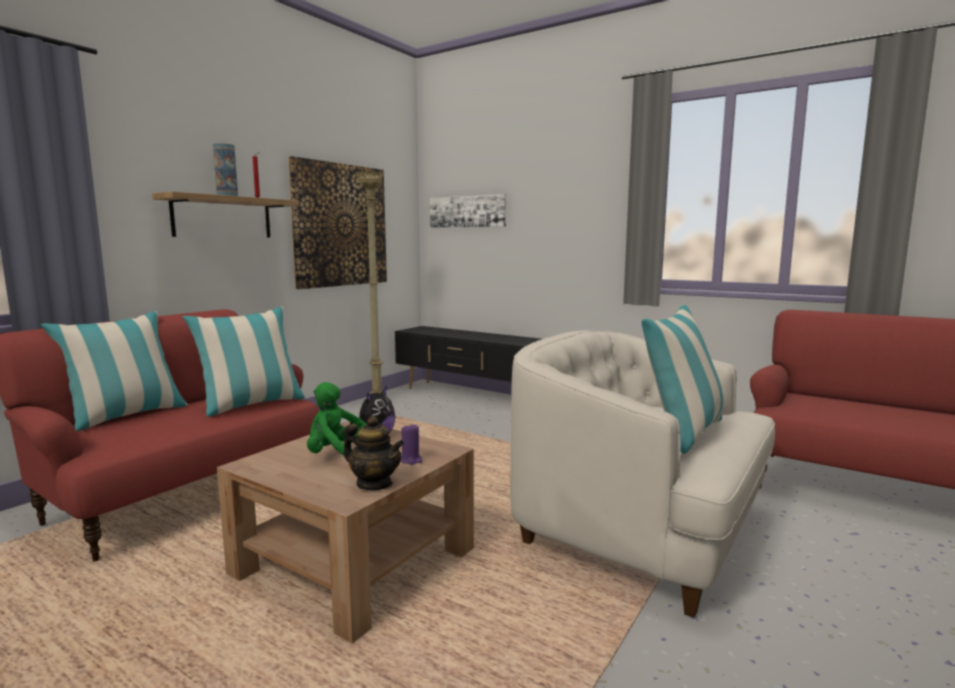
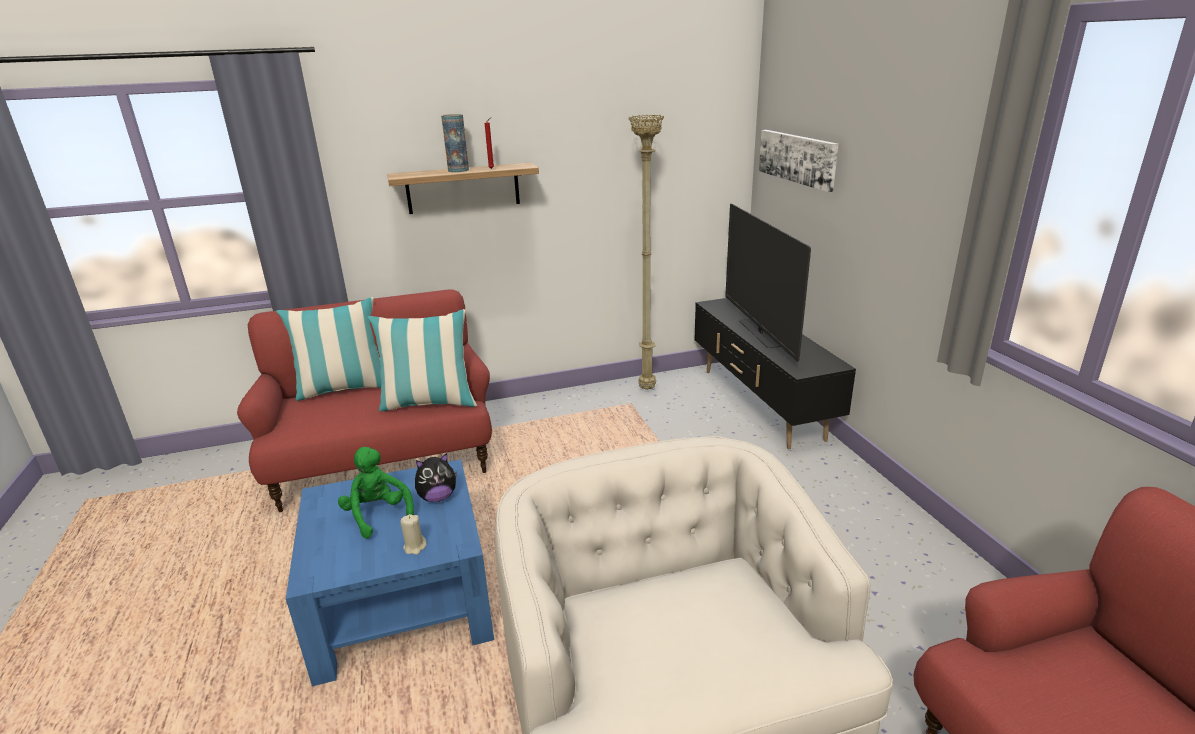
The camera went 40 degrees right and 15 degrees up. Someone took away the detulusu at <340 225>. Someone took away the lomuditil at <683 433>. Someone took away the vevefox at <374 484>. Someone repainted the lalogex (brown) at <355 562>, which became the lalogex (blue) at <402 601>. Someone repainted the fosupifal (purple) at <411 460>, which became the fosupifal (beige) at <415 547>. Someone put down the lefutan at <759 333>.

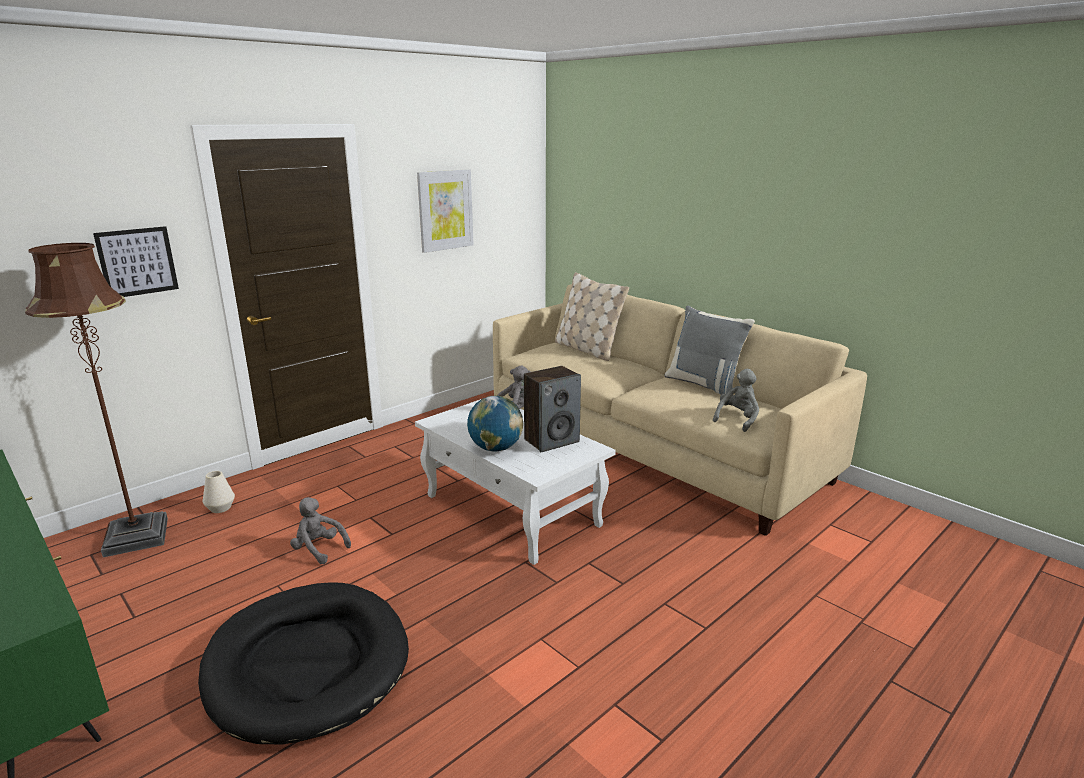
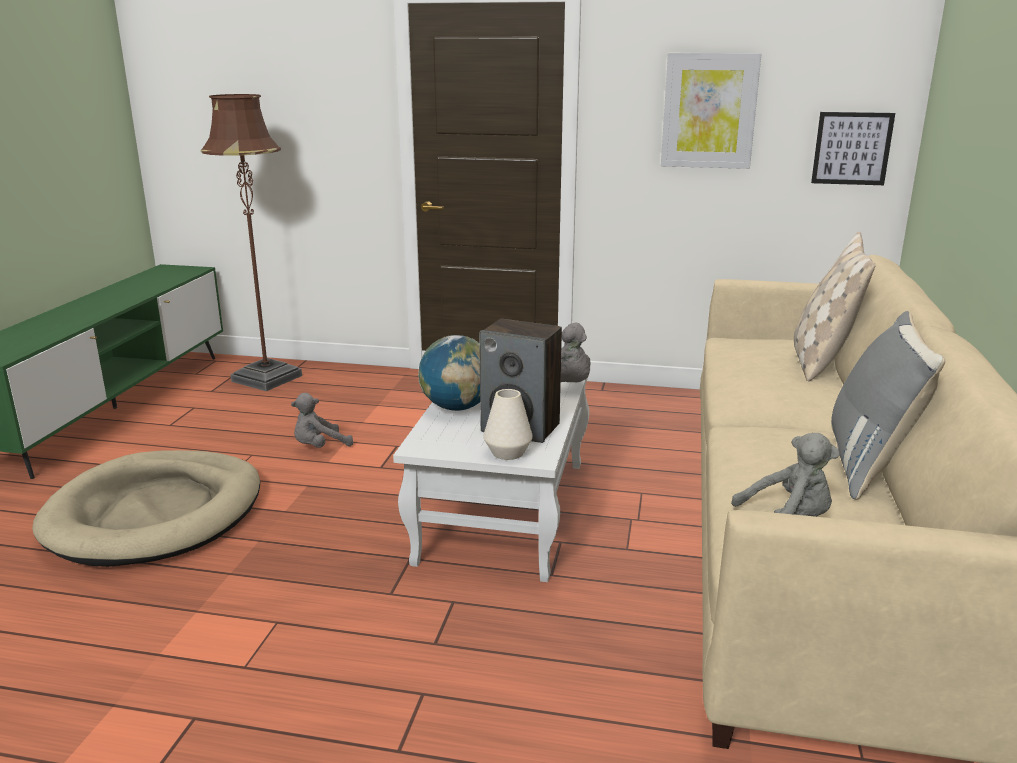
The camera went 55 degrees right and 0 degrees up. Someone carried the detulusu from <137 262> to <852 148>. Someone carried the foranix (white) from <220 508> to <508 453>. Someone rotated the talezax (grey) at <319 549> by 120 degrees counterclockwise. Someone repainted the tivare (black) at <307 664>, which became the tivare (beige) at <156 514>.

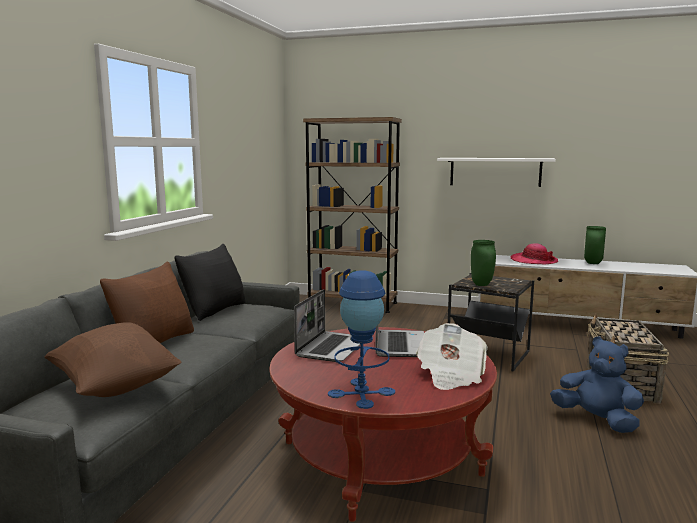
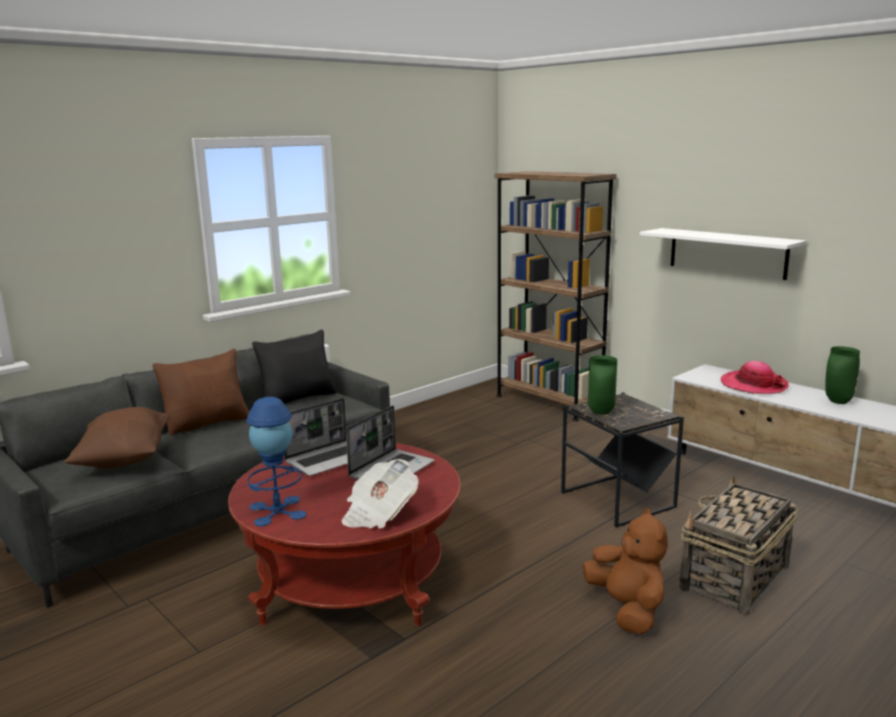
The camera went 30 degrees right and 5 degrees up. Someone repainted the talezax (blue) at <596 420>, which became the talezax (brown) at <627 610>.

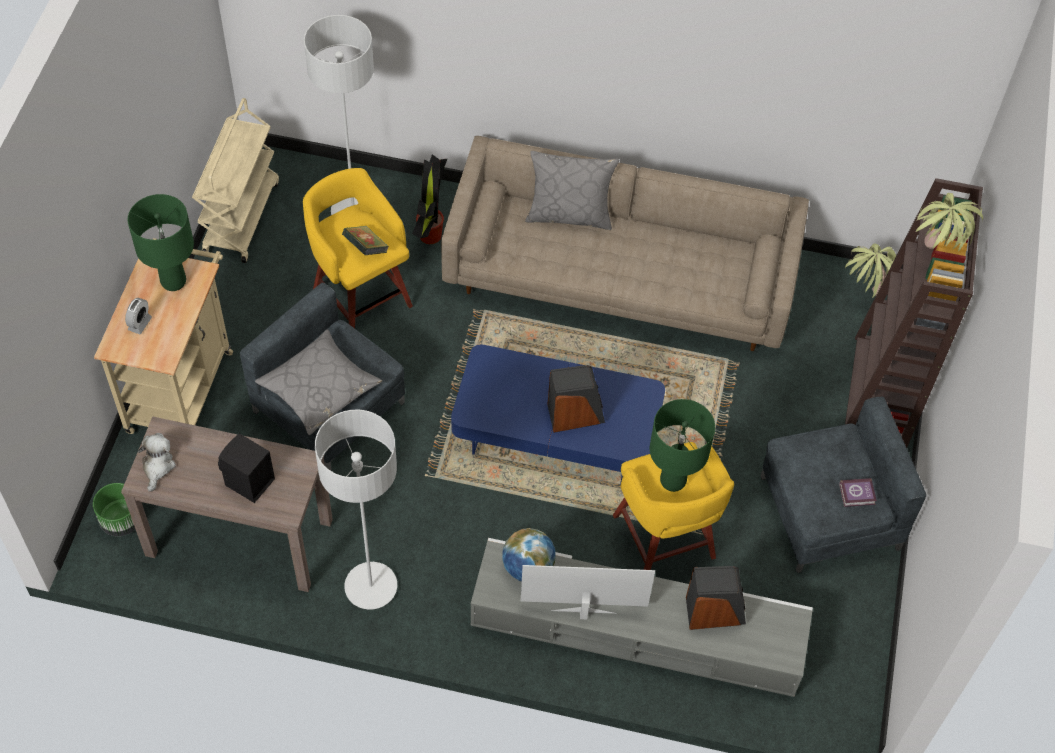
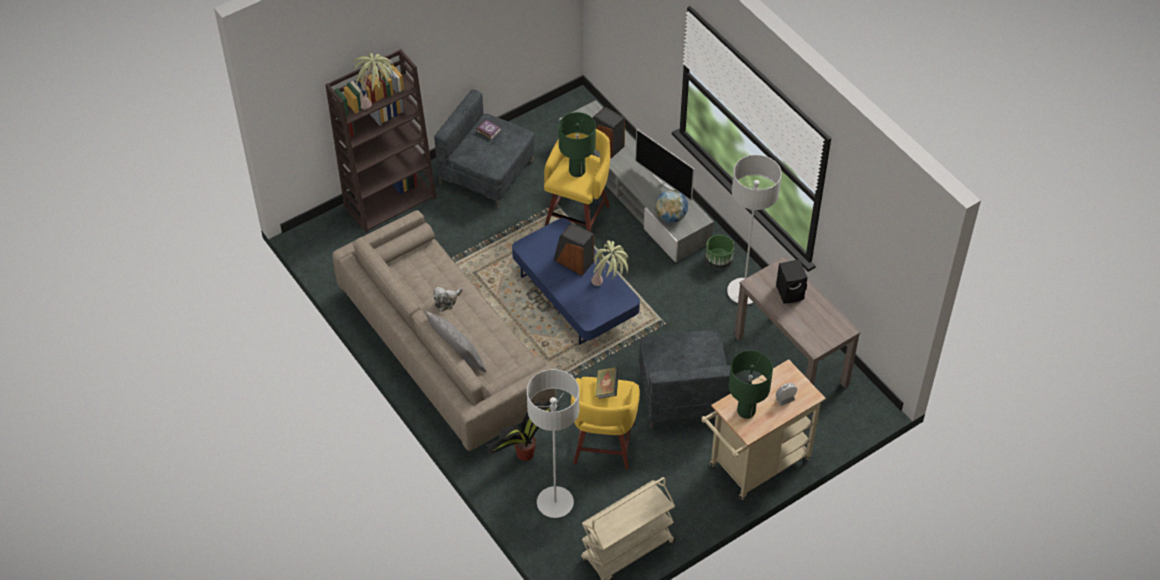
The camera went 135 degrees left and 5 degrees down. Someone carried the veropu from <863 299> to <610 286>. Someone took away the lomuditil (grey) at <319 388>. Someone carried the talezax from <157 466> to <447 301>. Someone carried the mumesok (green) from <121 520> to <718 261>.

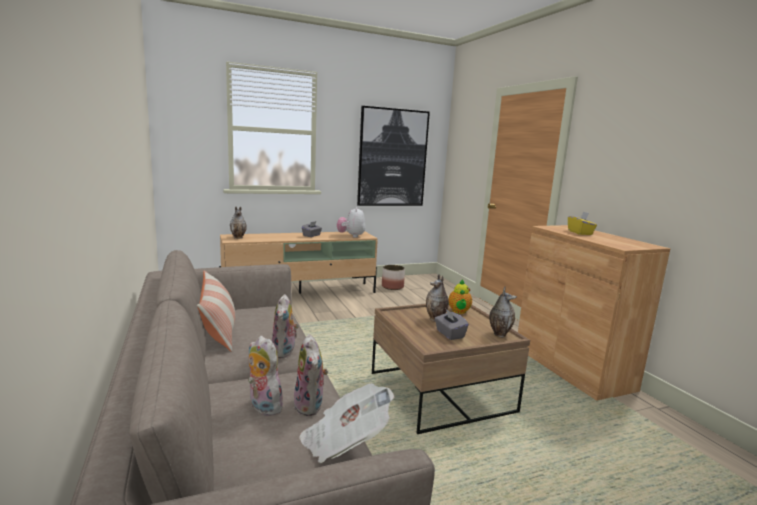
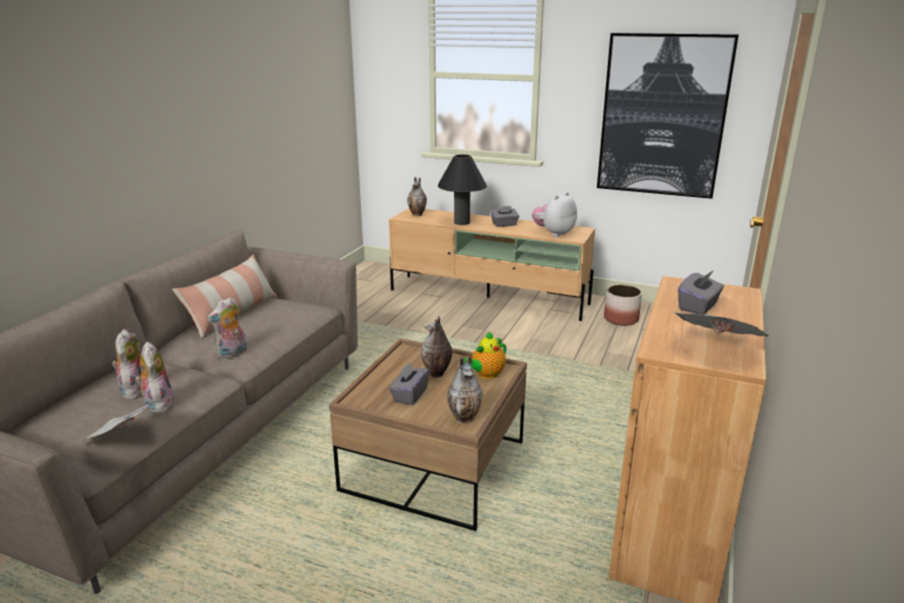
The camera went 45 degrees right and 10 degrees up. Someone repainted the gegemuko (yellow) at <580 233>, which became the gegemuko (grey) at <698 307>. Someone rotated the talezax at <311 406> by 135 degrees clockwise. Someone put down the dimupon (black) at <462 222>. Someone put down the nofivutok at <716 347>.

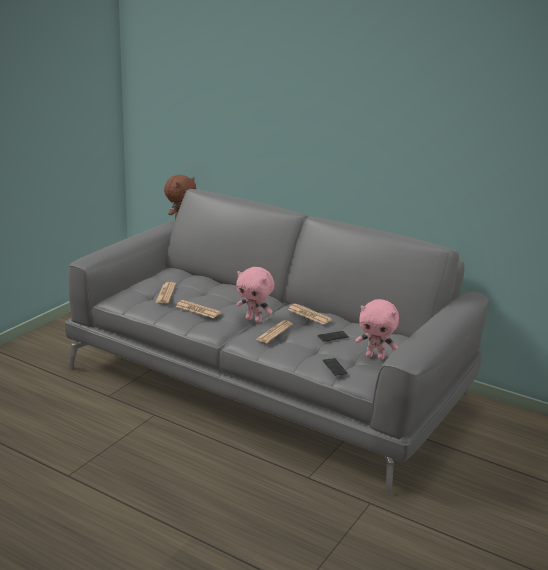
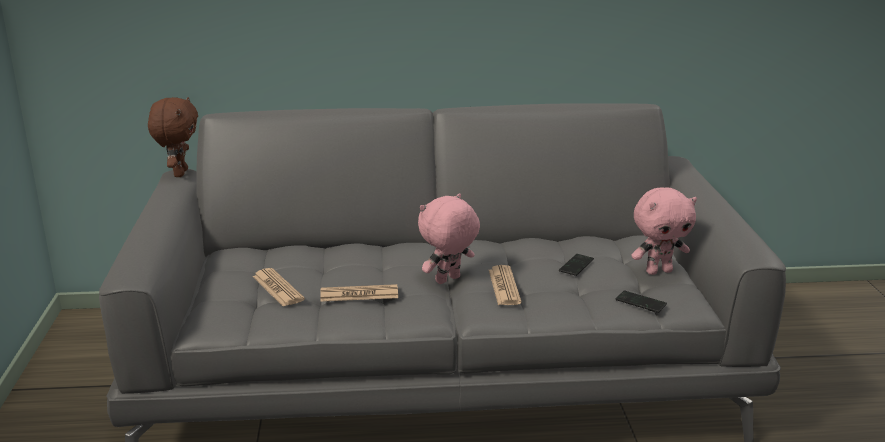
The camera went 35 degrees left and 0 degrees up. Someone rotated the talezax (pink) at <254 320> by 150 degrees clockwise. Someone took away the nofivutok at <309 315>.

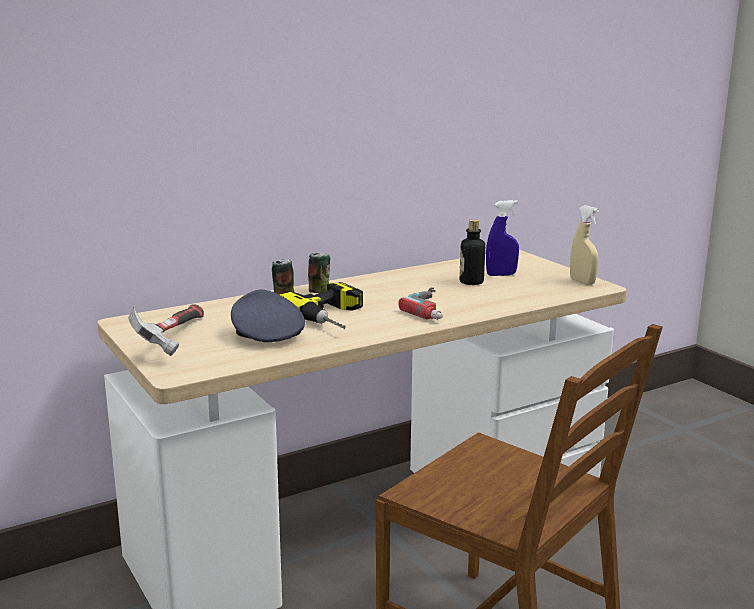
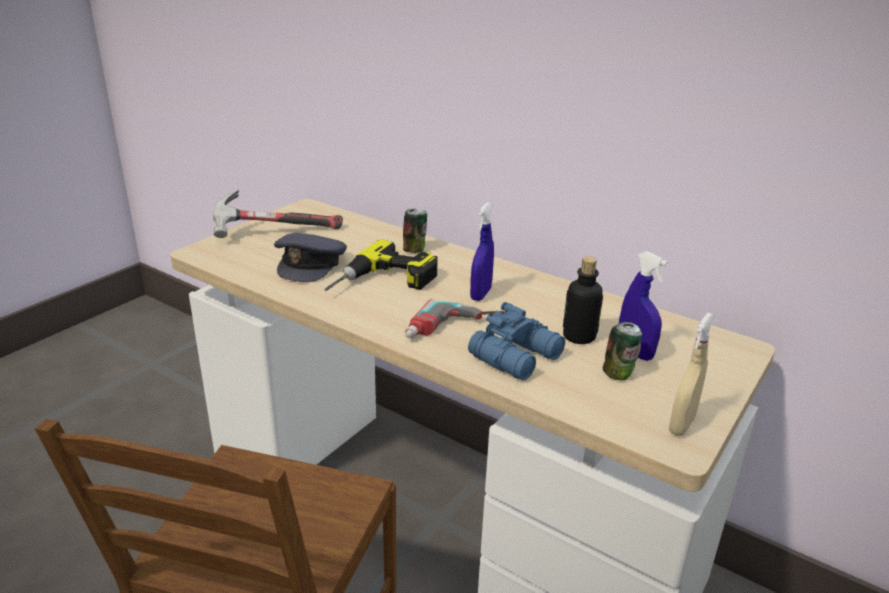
The camera went 65 degrees right and 10 degrees up. Someone carried the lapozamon from <319 291> to <619 374>. Someone rotated the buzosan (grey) at <266 334> by 150 degrees clockwise. Someone put down the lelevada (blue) at <480 294>. Someone put down the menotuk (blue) at <518 357>.

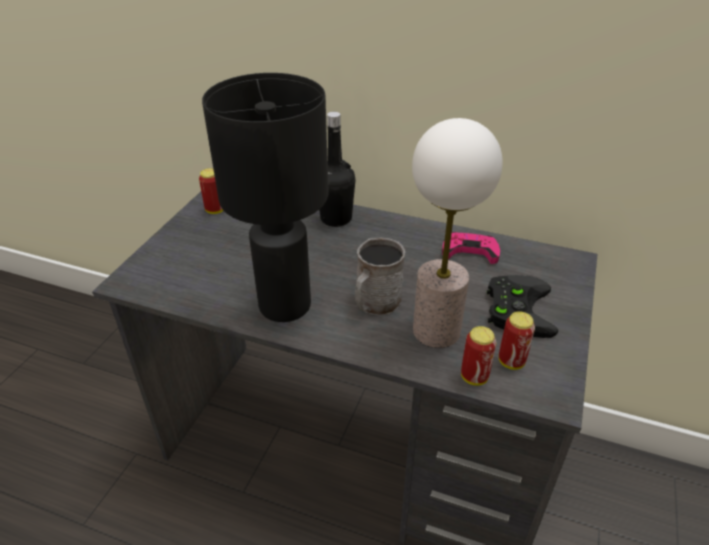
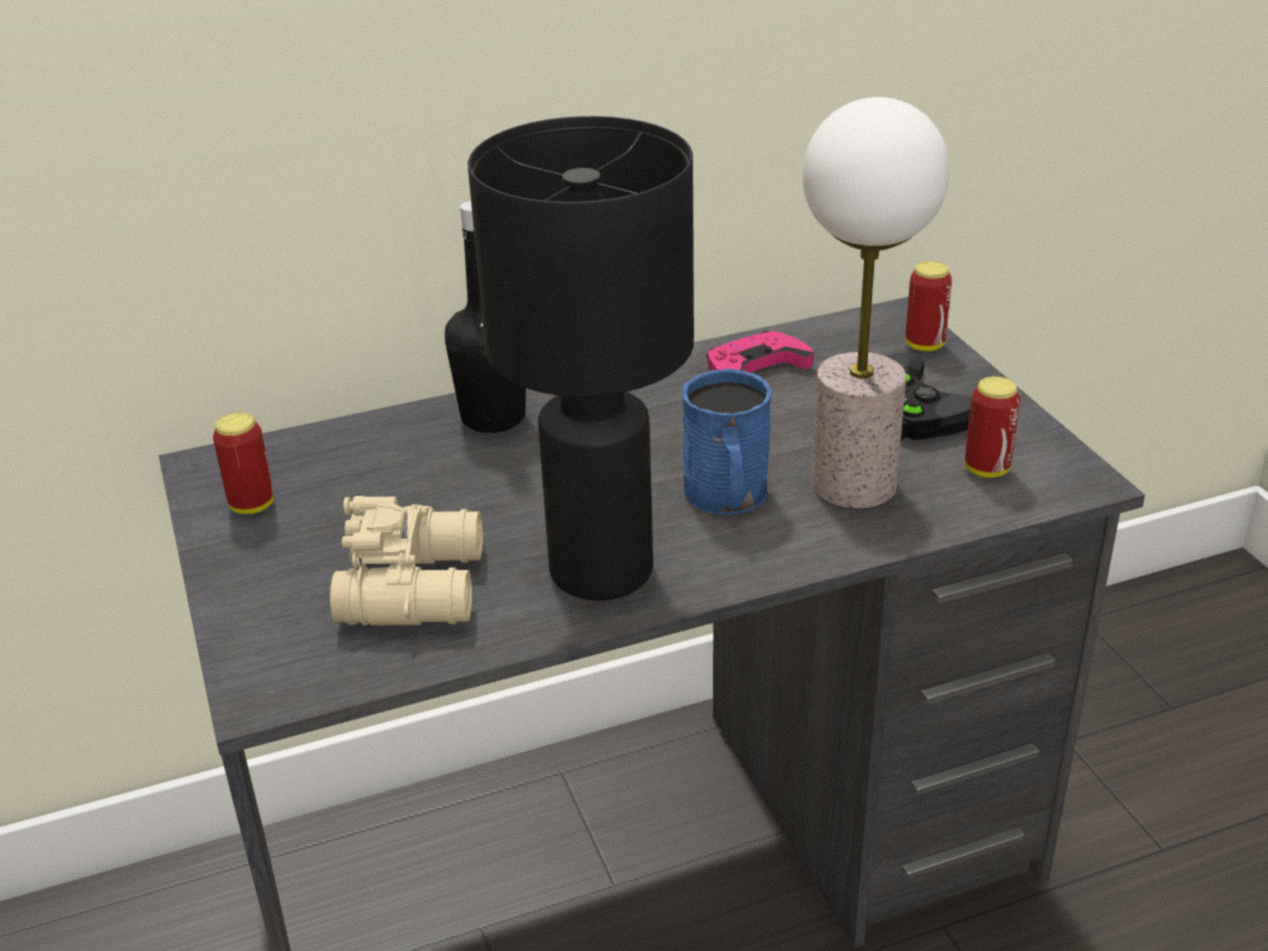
The camera went 40 degrees left and 5 degrees down. Someone repainted the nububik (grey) at <375 304>, which became the nububik (blue) at <727 497>. Someone carried the lapozamon from <474 377> to <924 345>. Someone put down the menotuk (beige) at <417 585>.

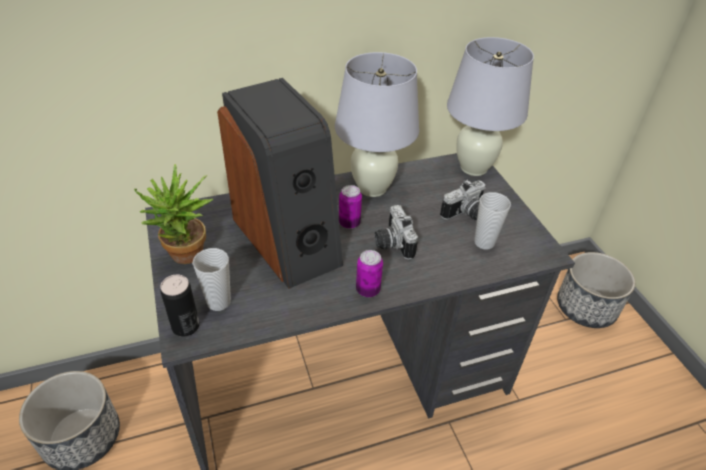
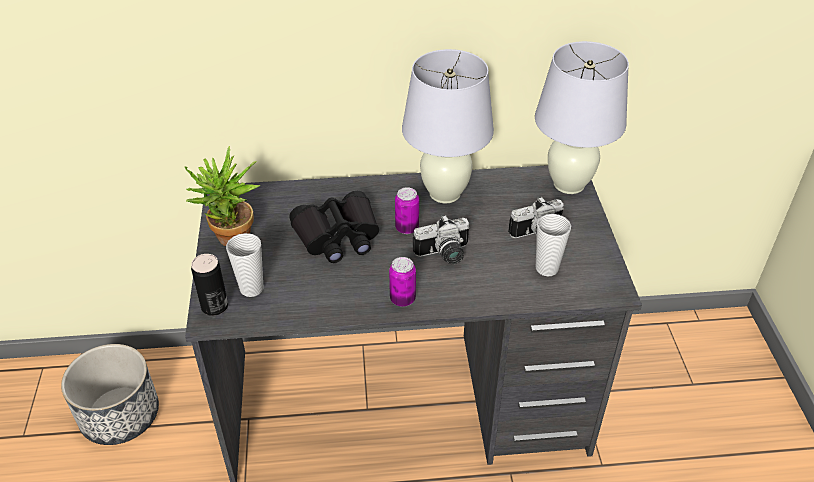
The camera went 15 degrees right and 0 degrees up. Someone swapped the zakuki at <288 239> for the menotuk (black) at <338 236>. Someone rotated the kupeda at <391 243> by 105 degrees counterclockwise. Someone took away the mumesok at <586 308>.

